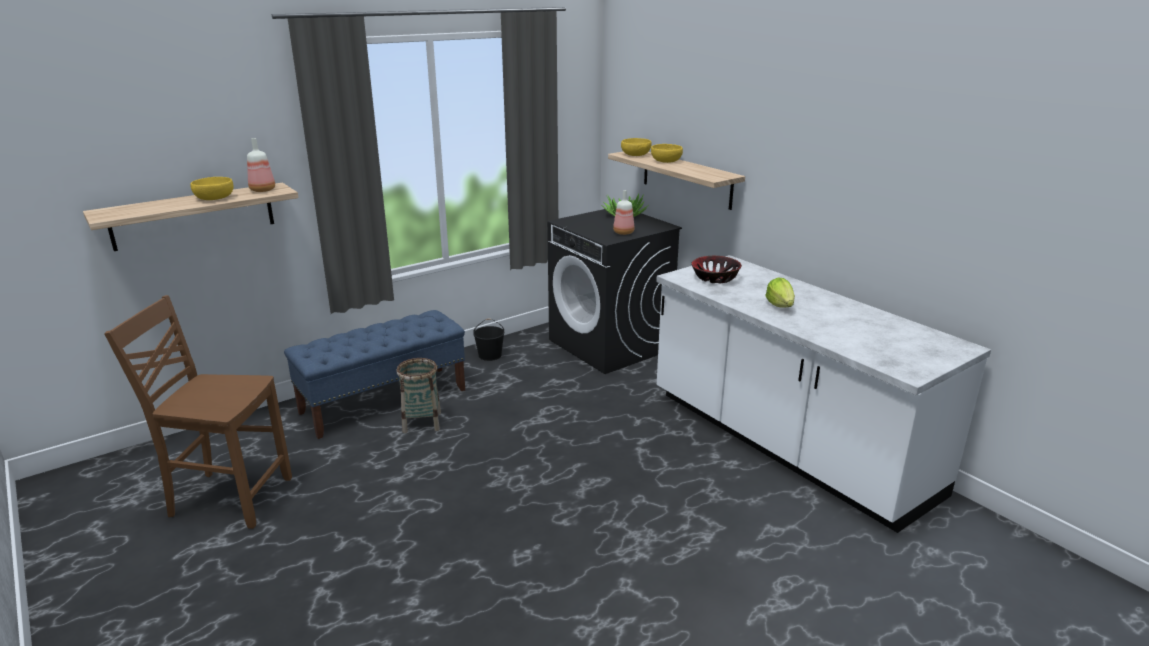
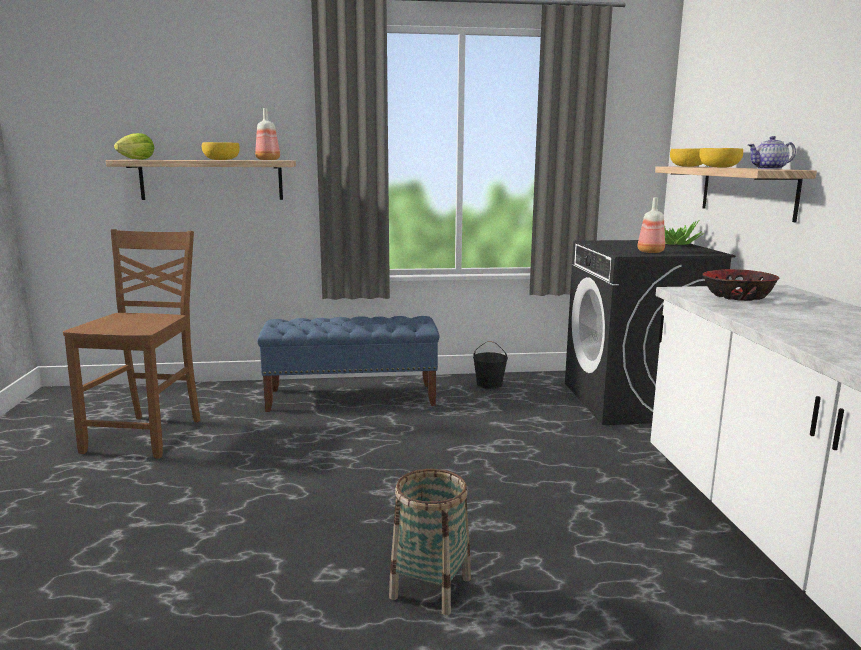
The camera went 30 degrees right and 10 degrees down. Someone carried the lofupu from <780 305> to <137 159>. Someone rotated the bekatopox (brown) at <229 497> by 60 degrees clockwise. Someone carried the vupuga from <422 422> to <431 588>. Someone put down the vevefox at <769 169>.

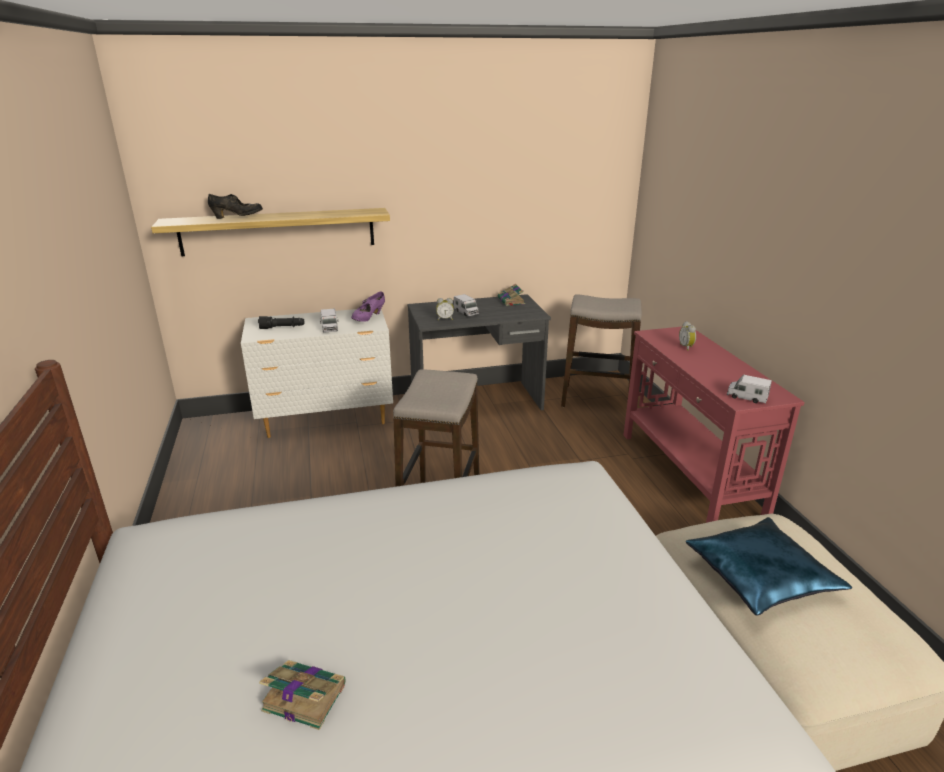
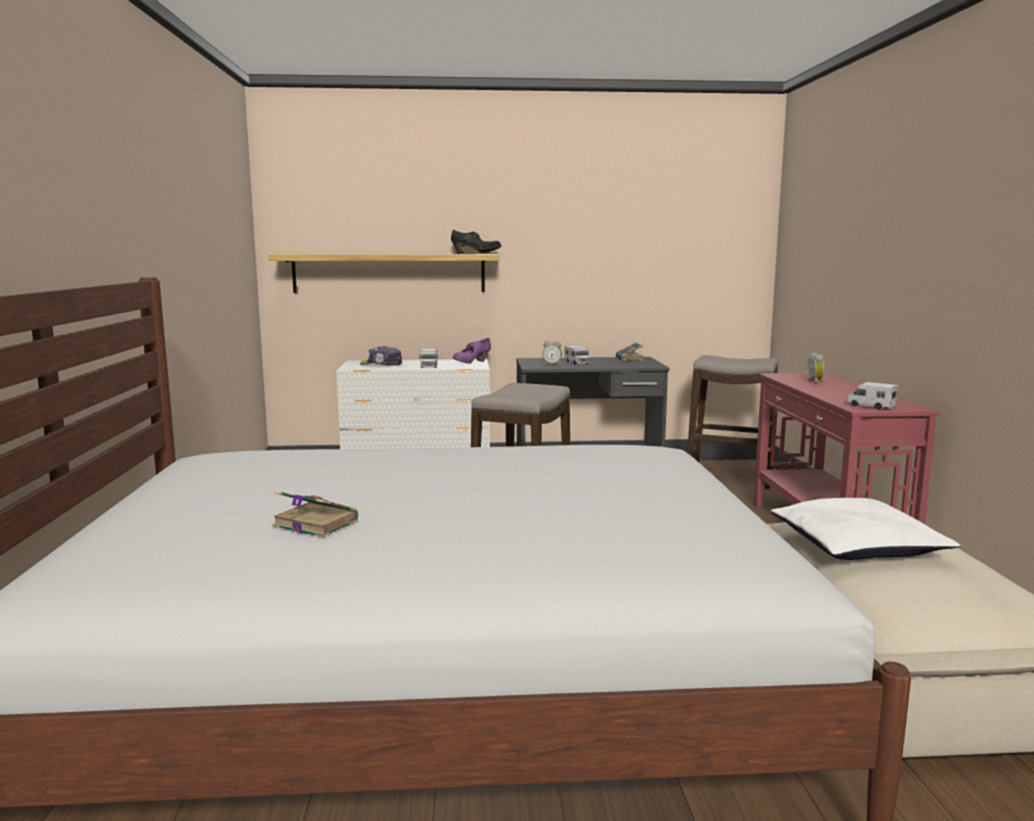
The camera went 10 degrees right and 15 degrees down. Someone carried the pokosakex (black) from <237 217> to <476 253>. Someone swapped the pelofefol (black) at <282 328> for the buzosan at <381 365>. Someone repainted the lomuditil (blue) at <759 575>, which became the lomuditil (white) at <856 545>.

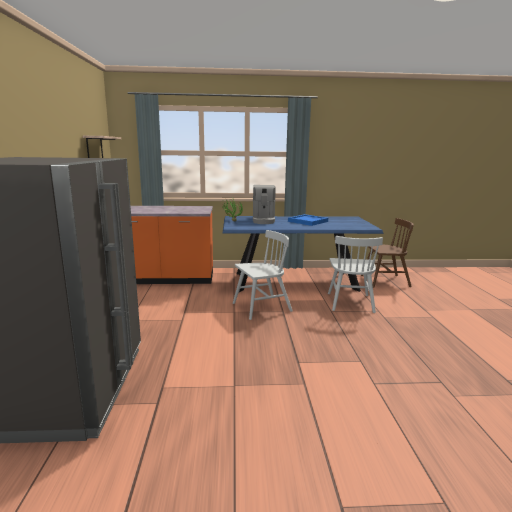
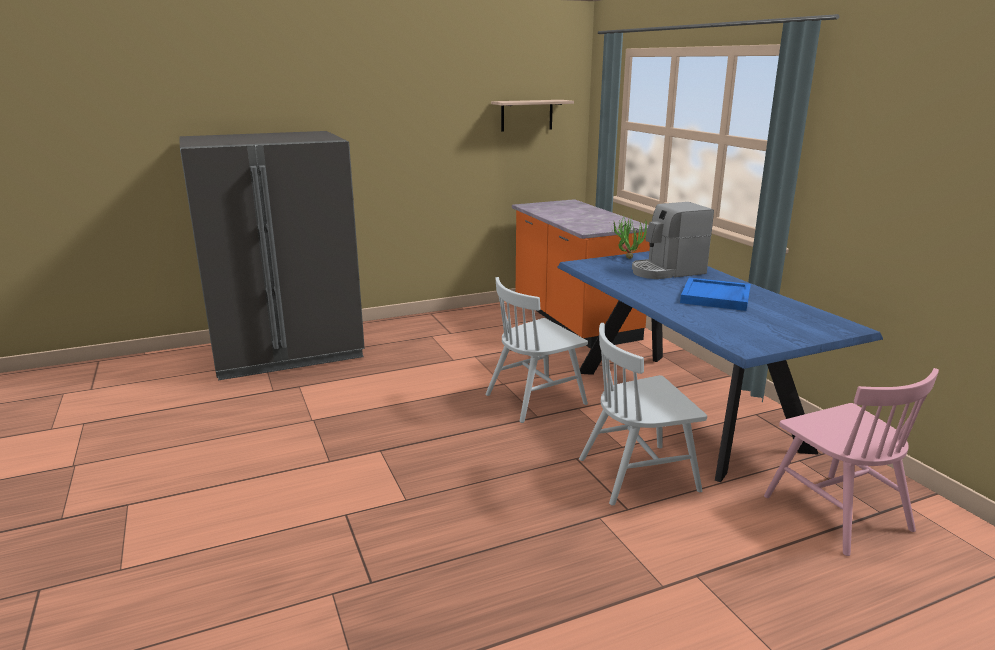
The camera went 70 degrees right and 5 degrees up. Someone repainted the bekatopox (brown) at <384 281>, which became the bekatopox (pink) at <836 512>. Someone rotated the bekatopox (white) at <261 307> by 105 degrees clockwise.

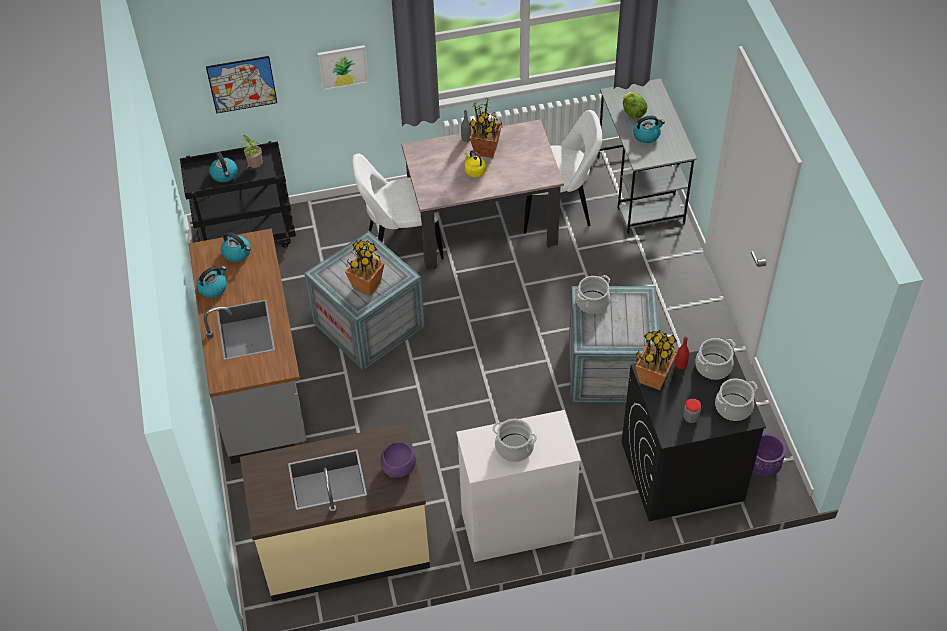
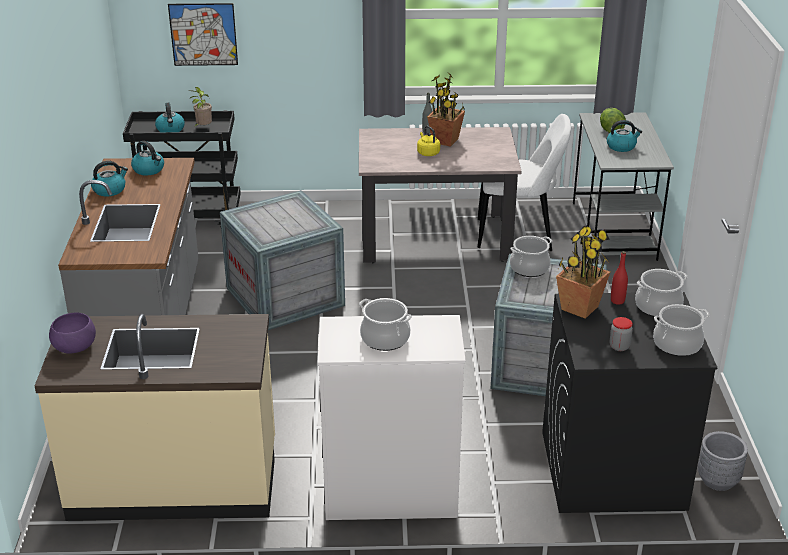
The camera went 10 degrees right and 20 degrees down. Someone took away the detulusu at <343 67>. Someone took away the bekatopox (white) at <401 244>. Someone took away the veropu at <366 285>. Someone repainted the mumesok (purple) at <763 467>, which became the mumesok (grey) at <718 480>. Someone carried the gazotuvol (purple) from <399 466> to <75 346>.

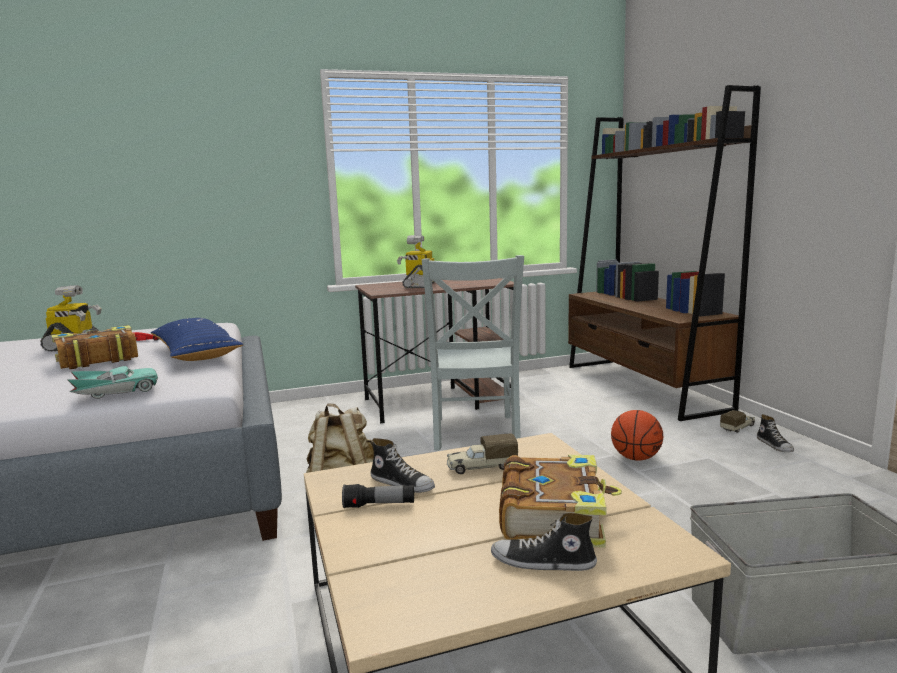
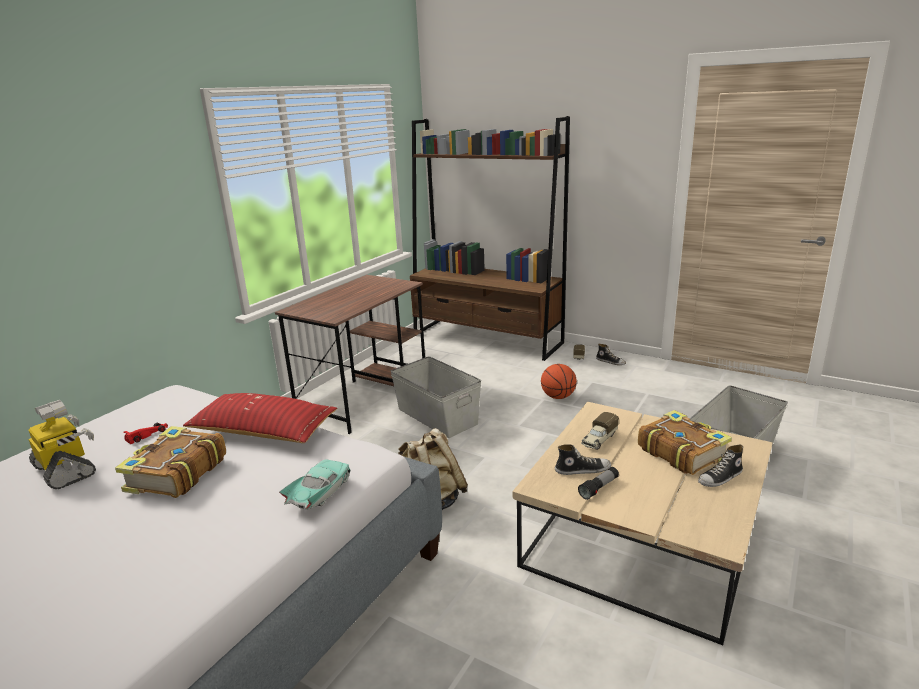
The camera went 40 degrees left and 10 degrees up. Someone took away the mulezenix at <420 285>. Someone swapped the bekatopox (grey) at <474 434> for the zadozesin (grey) at <437 416>. Someone repainted the lomuditil (blue) at <196 353>, which became the lomuditil (red) at <263 431>.

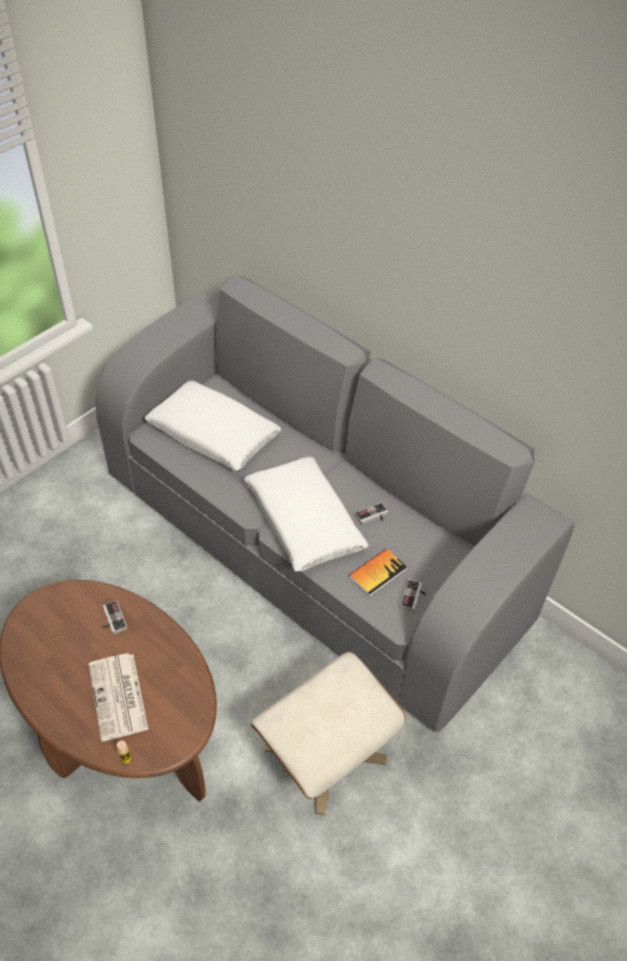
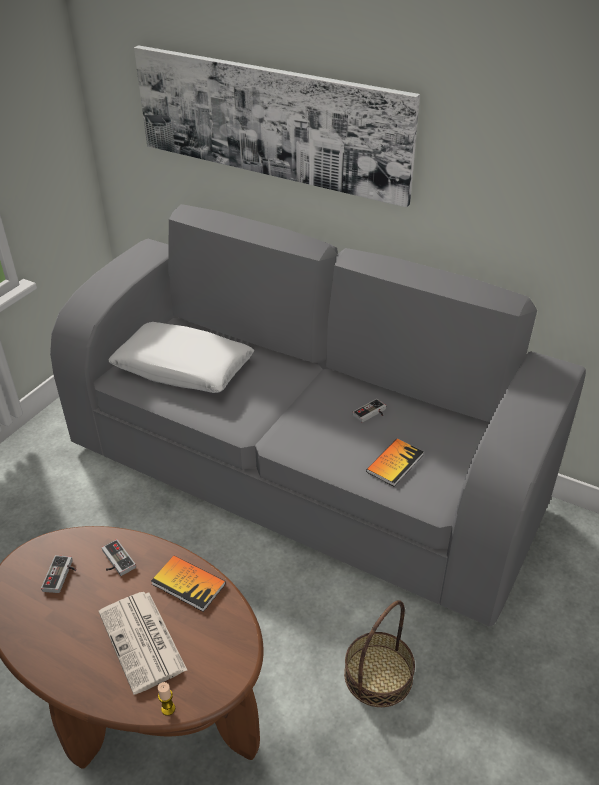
The camera went 10 degrees left and 10 degrees down. Someone took away the lomuditil (white) at <303 521>. Someone carried the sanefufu from <414 597> to <62 576>. Someone swapped the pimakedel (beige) at <325 752> for the vupuga at <378 675>. Someone put up the detulusu at <269 121>. Someone put down the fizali at <188 584>.

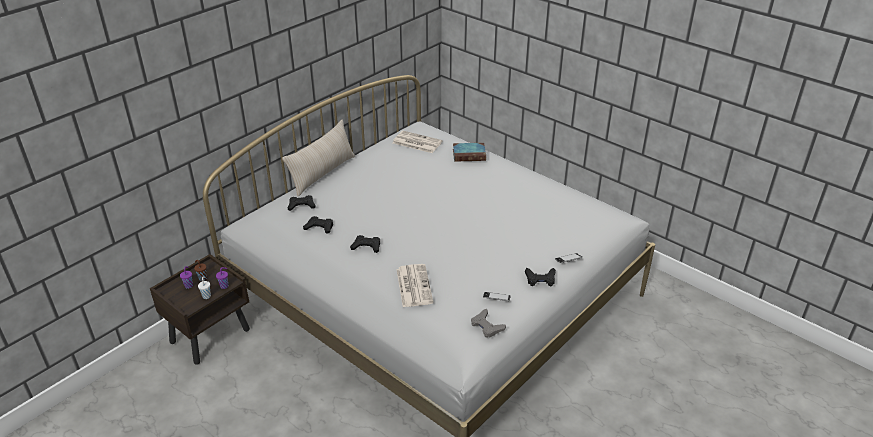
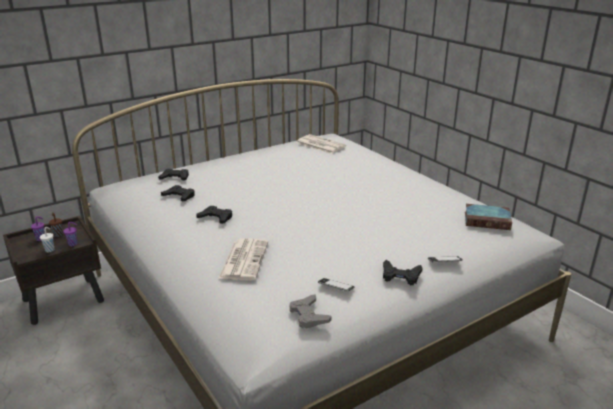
The camera went 15 degrees right and 10 degrees down. Someone took away the lomuditil (beige) at <322 174>. Someone carried the fizali from <469 154> to <488 220>.

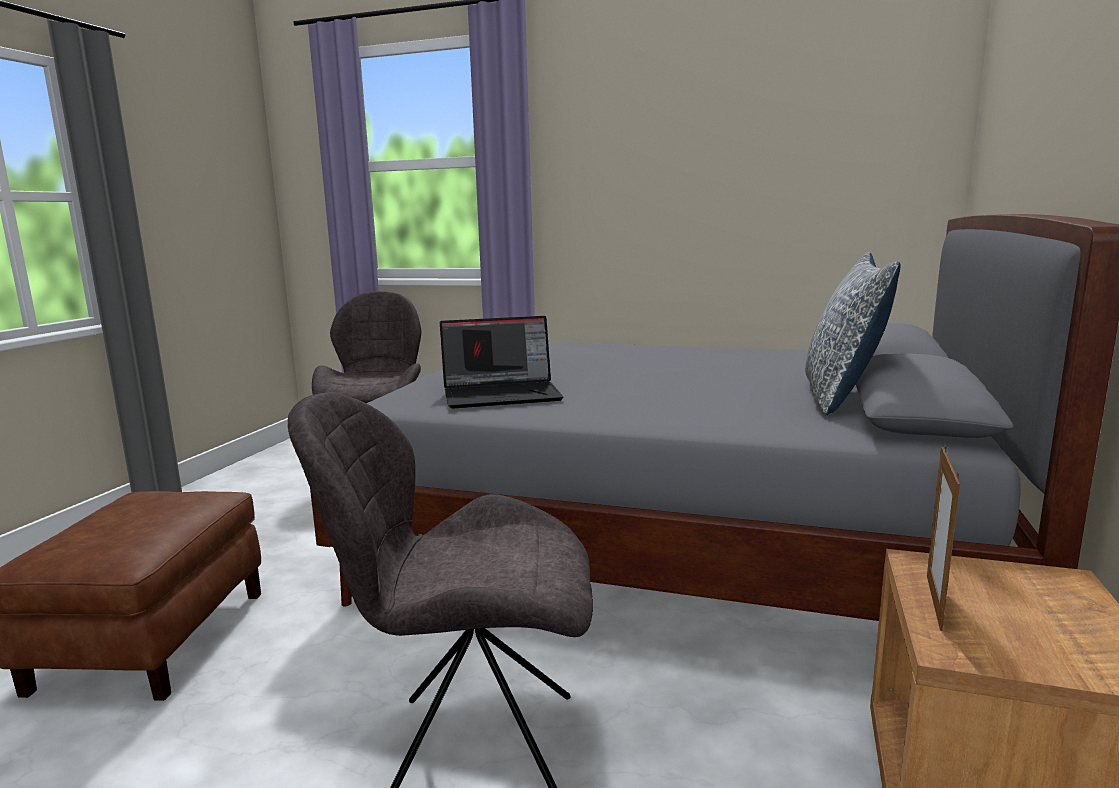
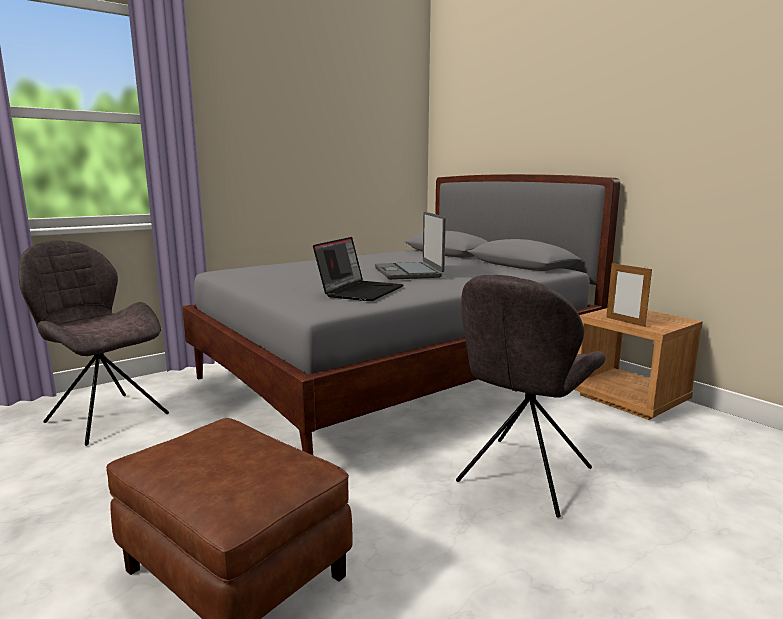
The camera went 55 degrees left and 0 degrees up. Someone took away the lomuditil at <842 397>. Someone put down the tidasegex at <408 272>.

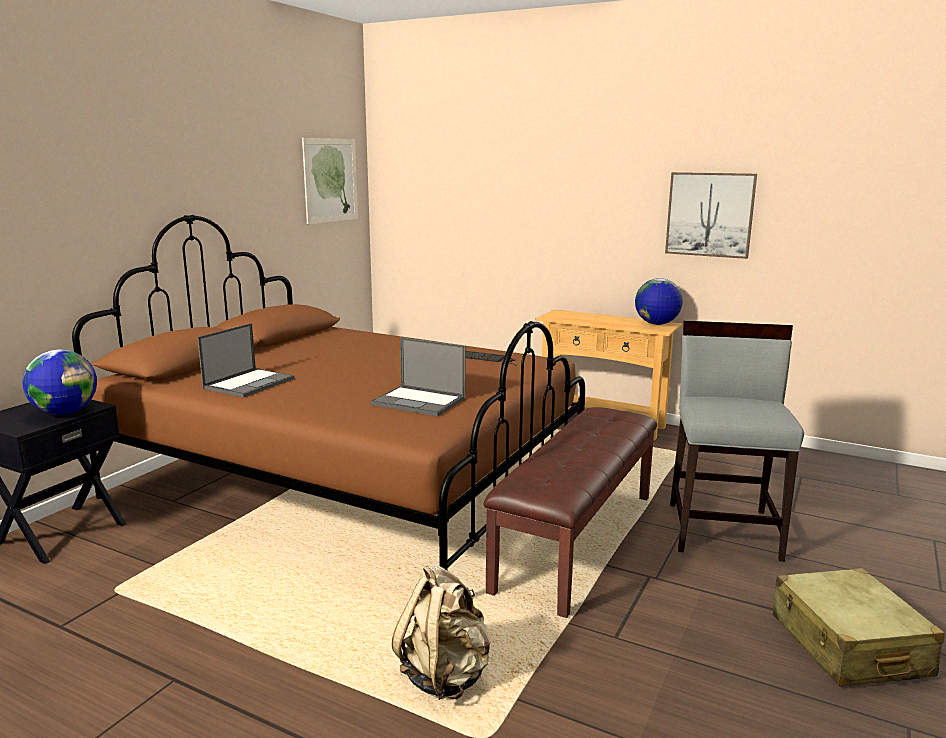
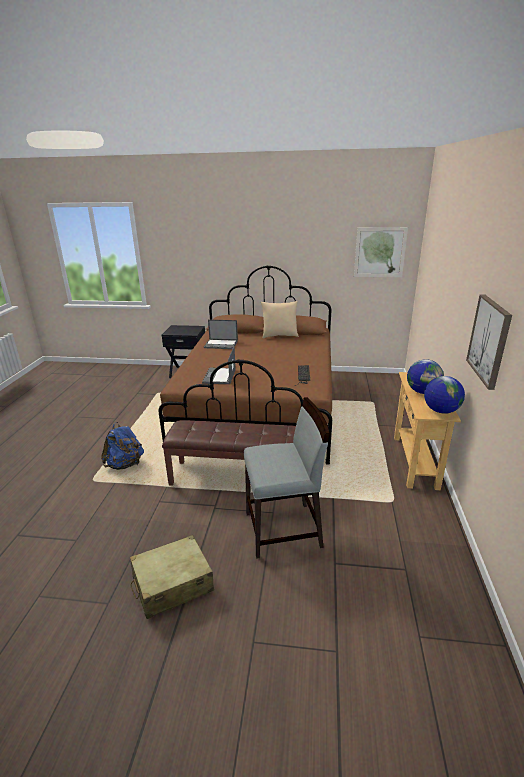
The camera went 70 degrees right and 10 degrees up. Someone carried the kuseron from <65 412> to <422 392>. Someone repainted the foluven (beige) at <445 675>, which became the foluven (blue) at <125 464>. Someone put down the lomuditil (beige) at <279 336>.

